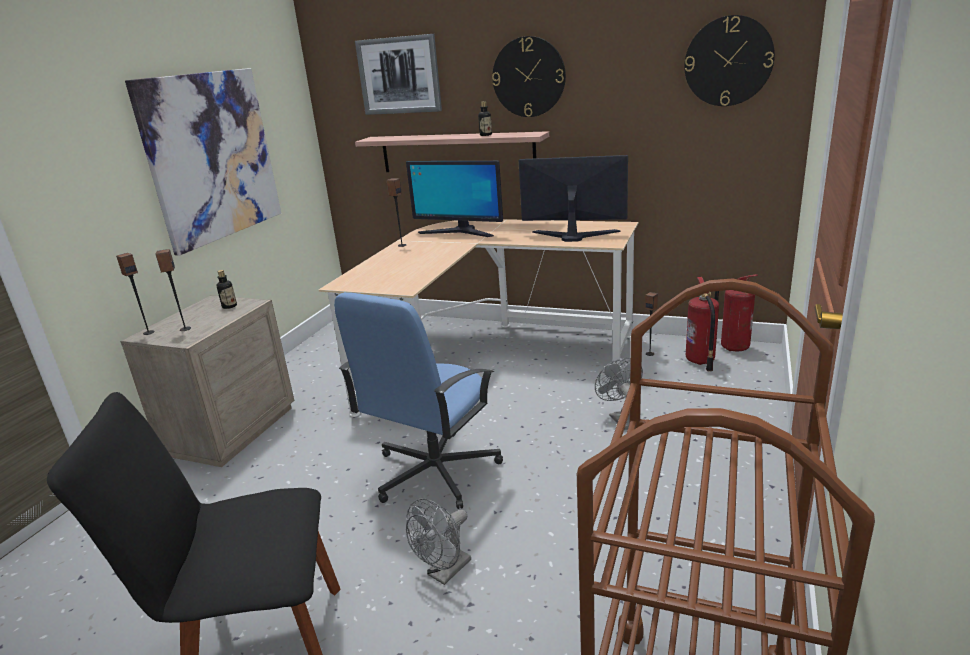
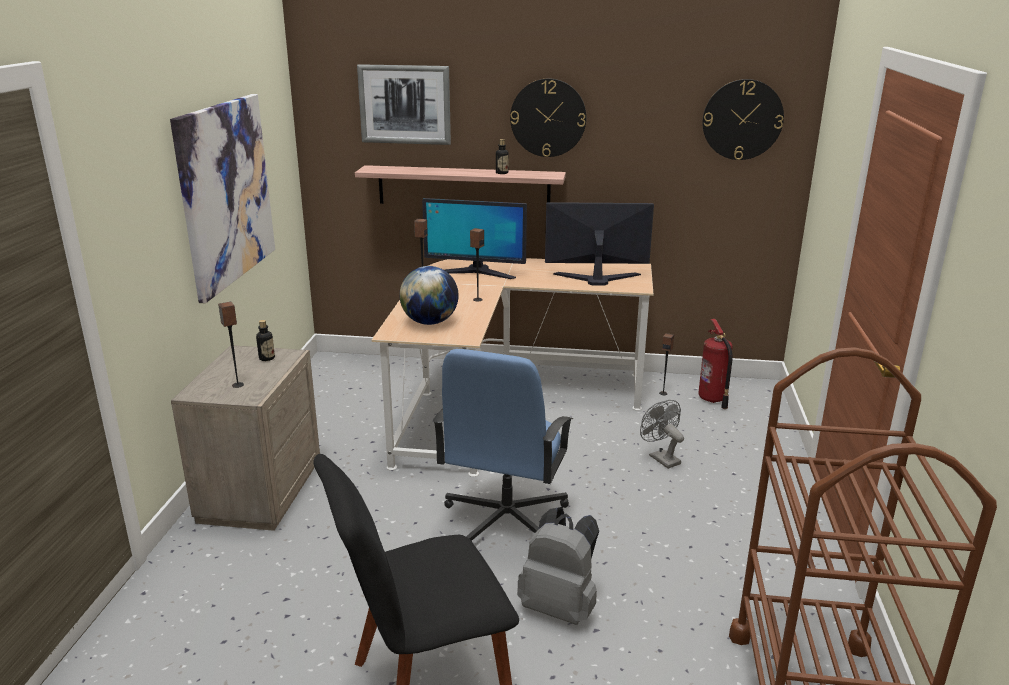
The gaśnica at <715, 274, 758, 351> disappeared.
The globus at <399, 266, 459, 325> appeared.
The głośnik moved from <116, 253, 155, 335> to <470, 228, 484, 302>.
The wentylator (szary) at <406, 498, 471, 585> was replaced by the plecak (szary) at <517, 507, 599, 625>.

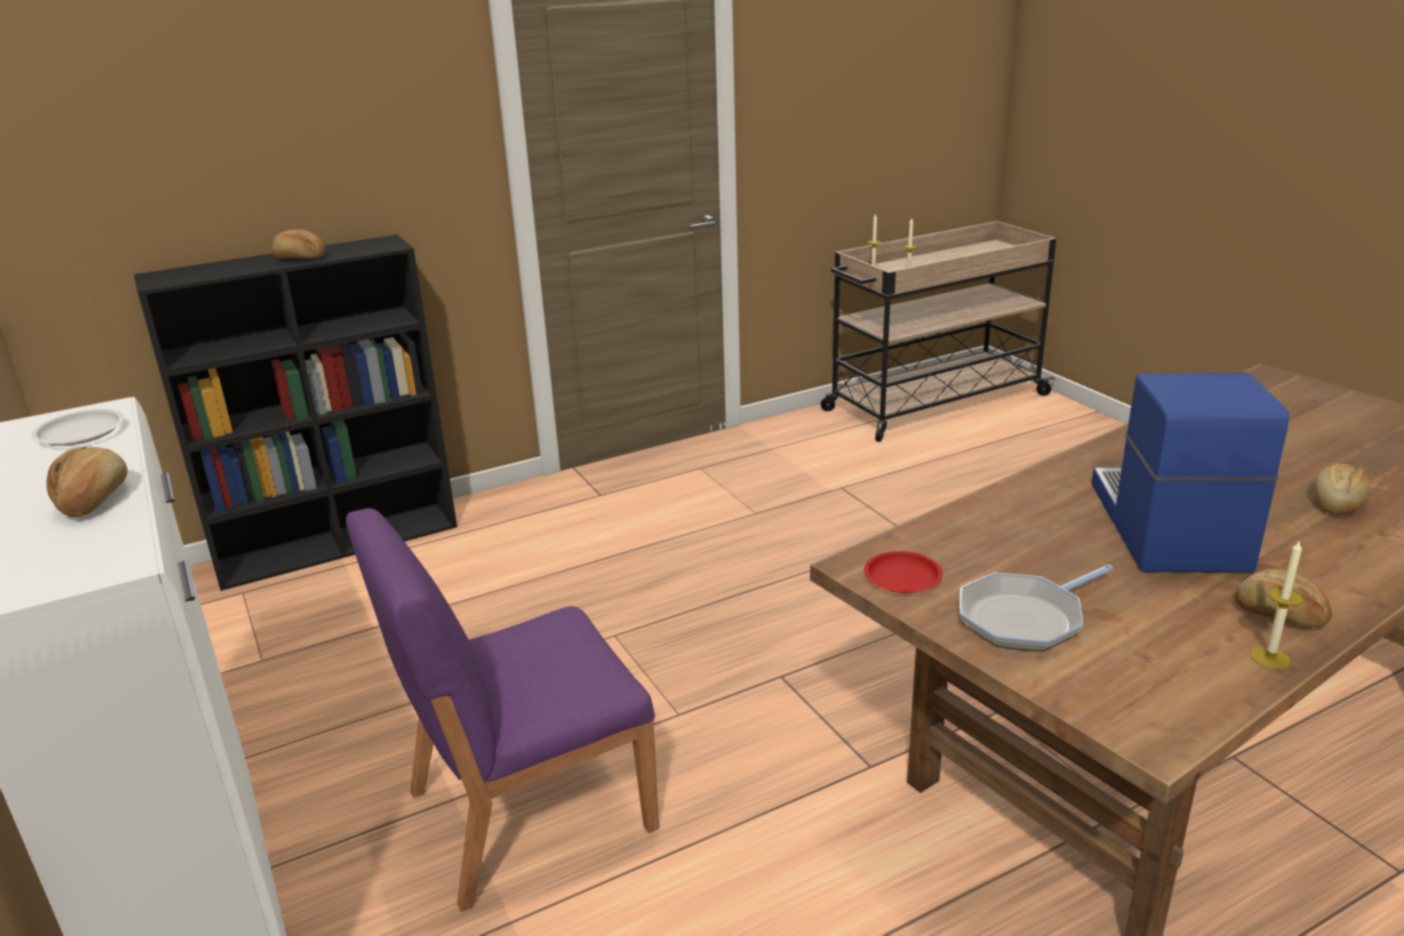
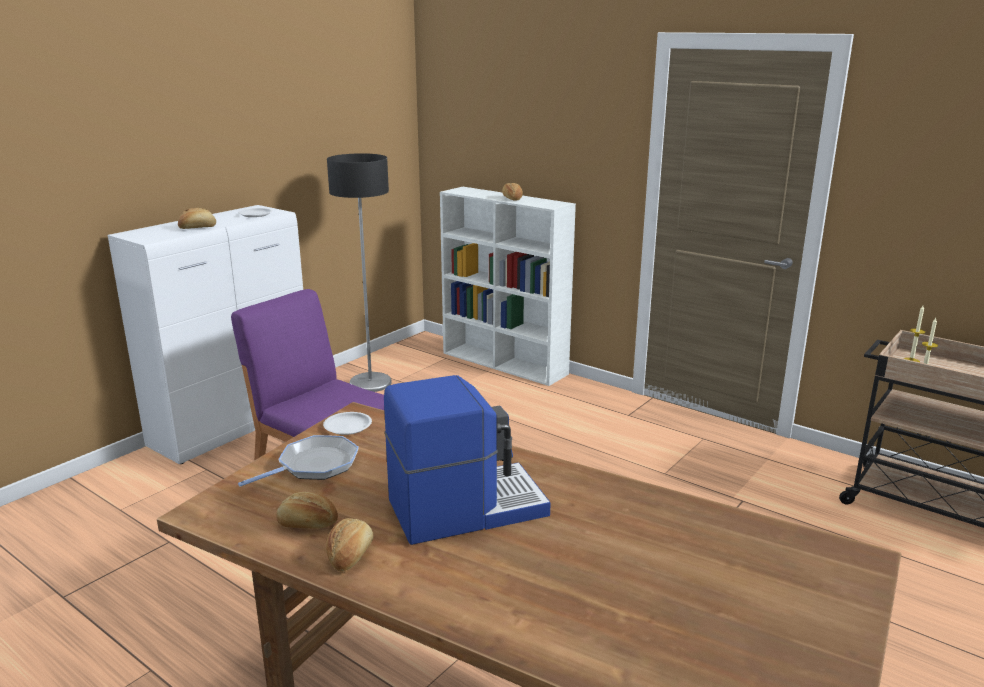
The świeca at <1250, 540, 1303, 669> disappeared.
The lampa stojąca at <327, 153, 392, 392> appeared.
The chleb moved from <1316, 463, 1371, 516> to <276, 492, 338, 528>.
The regał (czarny) at <134, 235, 457, 591> became the regał (biały) at <440, 187, 576, 386>.
The talerz (czerwony) at <864, 551, 943, 593> became the talerz (biały) at <323, 412, 372, 435>.
The patelnia at <959, 564, 1113, 652> turned 105 degrees clockwise.

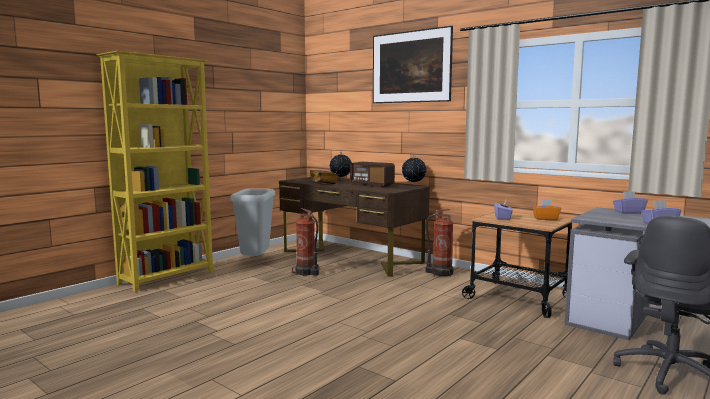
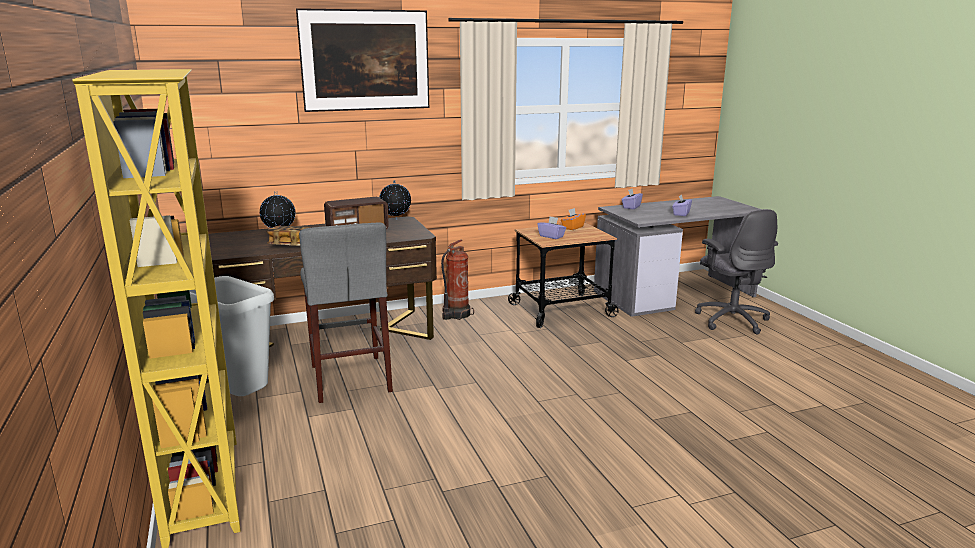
The gaśnica at <292, 208, 319, 276> was replaced by the stołek (szary) at <299, 222, 393, 403>.

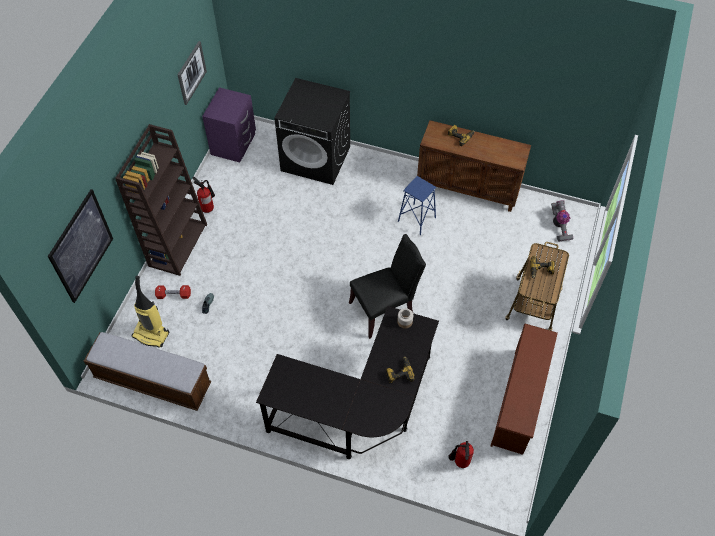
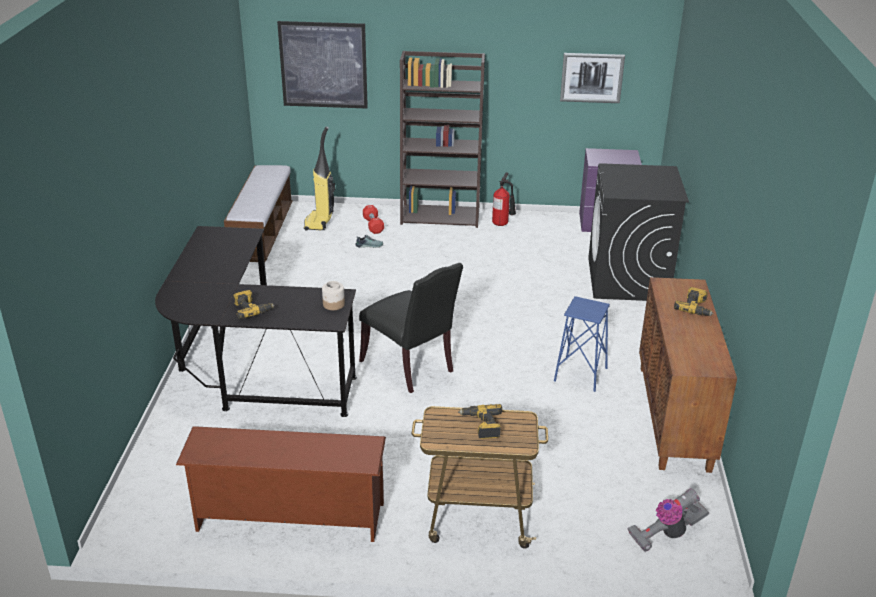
The gaśnica at <448, 441, 474, 468> disappeared.

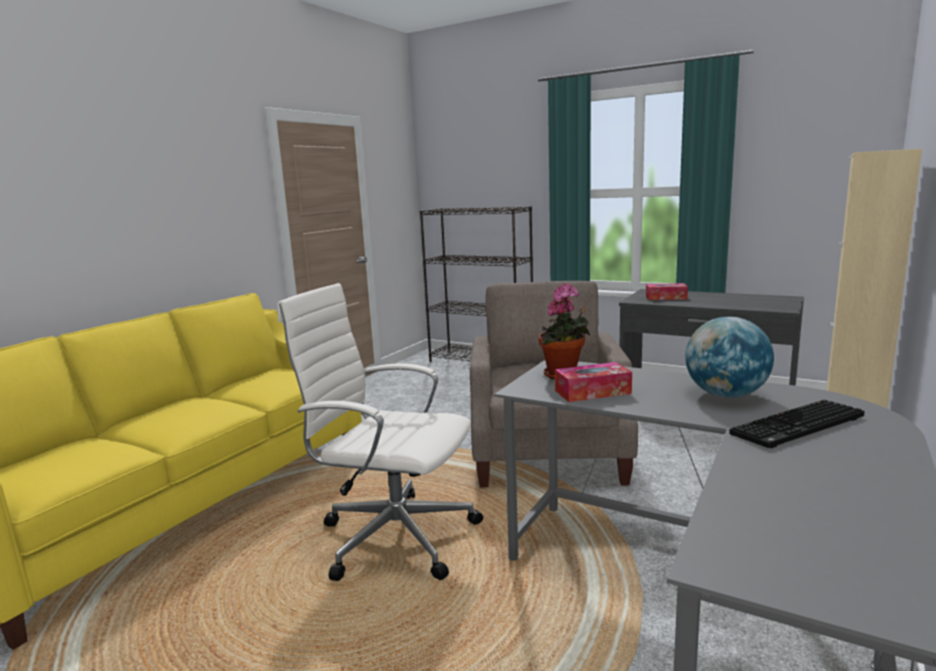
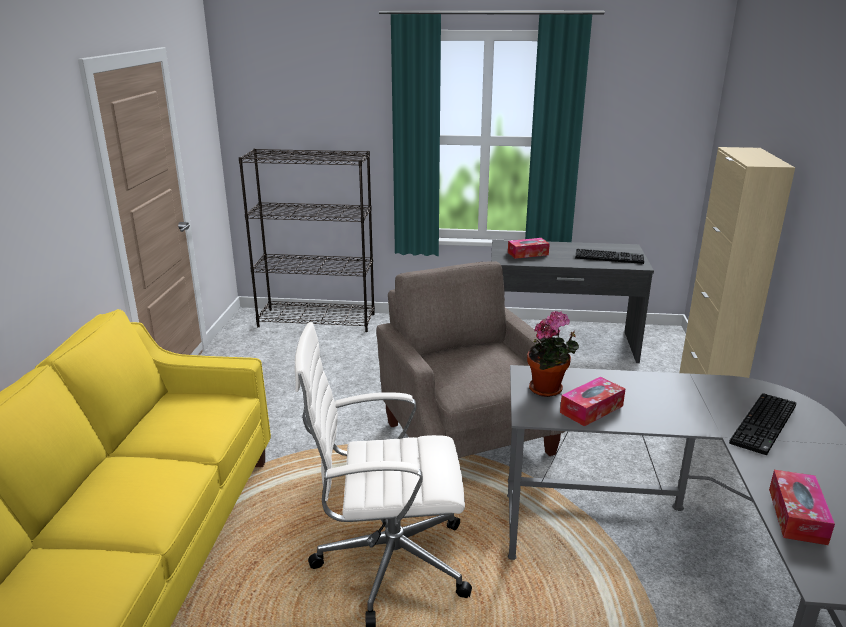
The globus at <685, 317, 774, 398> disappeared.
The klawiatura at <575, 249, 644, 264> appeared.
The pudełko chusteczek at <769, 470, 835, 545> appeared.

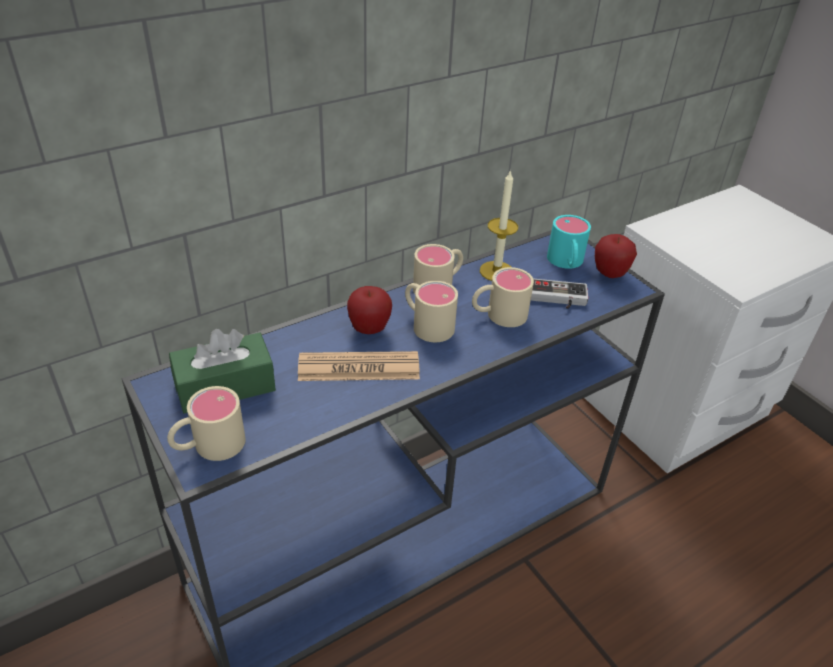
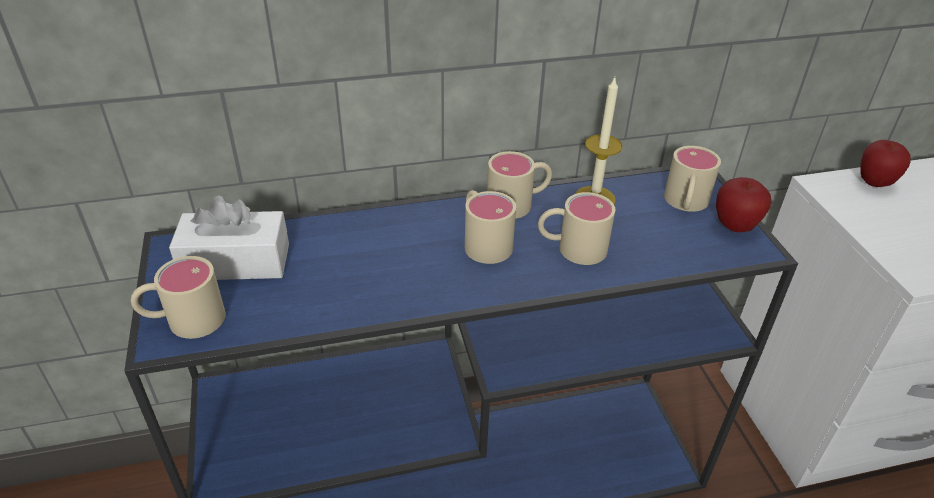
The gazeta at <298, 351, 420, 381> disappeared.
The pad do gier at <531, 278, 588, 309> disappeared.
The jabłko moved from <347, 286, 392, 334> to <861, 140, 911, 187>.
The pudełko chusteczek (zielony) at <169, 329, 276, 414> became the pudełko chusteczek (biały) at <169, 195, 289, 280>.
The kubek (turkusowy) at <547, 215, 591, 269> became the kubek (beżowy) at <664, 146, 721, 212>.

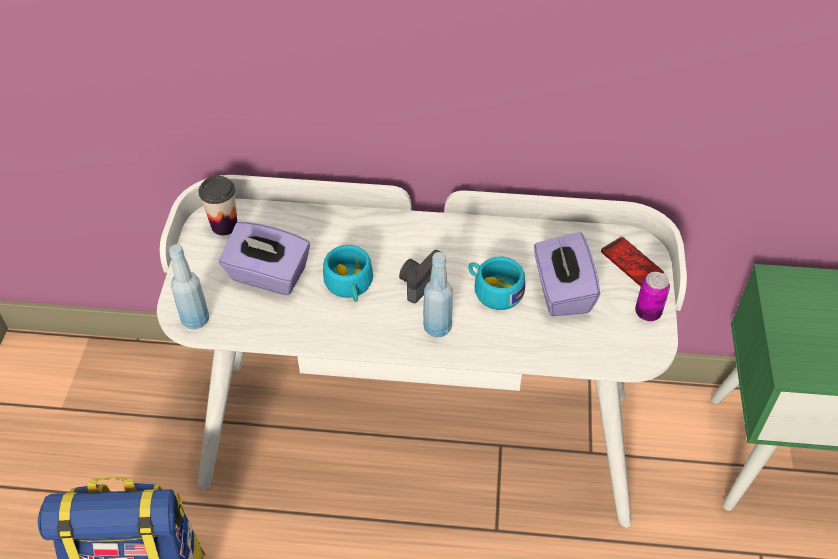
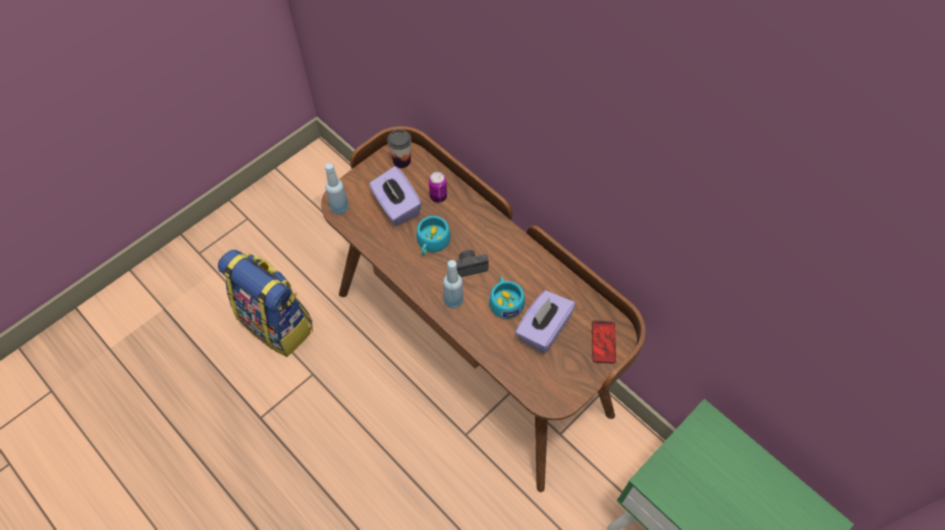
The puszka moved from <635, 272, 670, 321> to <429, 172, 447, 203>.
The biurko (biały) at <157, 175, 687, 528> became the biurko (brązowy) at <321, 126, 646, 492>.

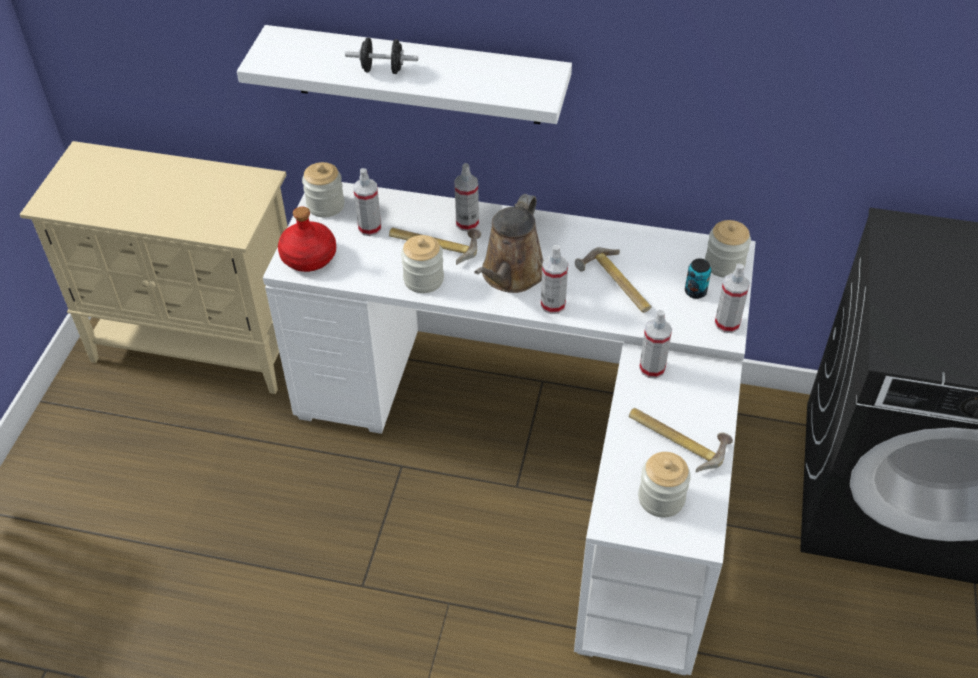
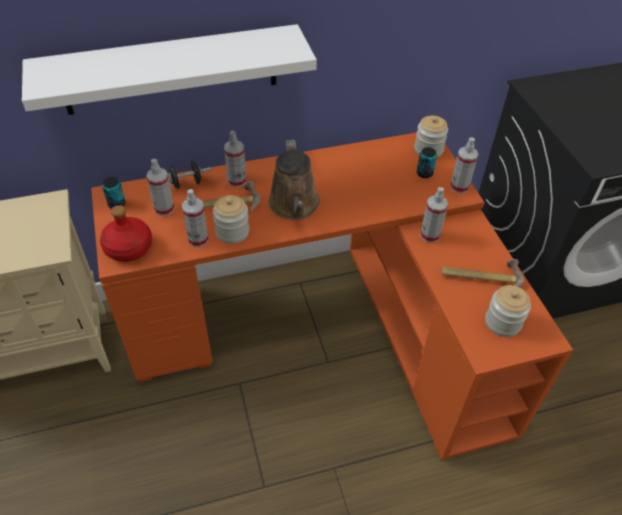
The młotek at <575, 247, 652, 313> disappeared.
The hantel (czarny) moved from <345, 38, 418, 74> to <168, 160, 212, 189>.
The spryskiwacz moved from <541, 245, 568, 314> to <182, 189, 209, 247>.
The słoik at <302, 162, 345, 218> was replaced by the puszka at <102, 177, 126, 209>.
The biurko (biały) at <263, 182, 756, 675> became the biurko (pomarańczowy) at <91, 133, 573, 460>.

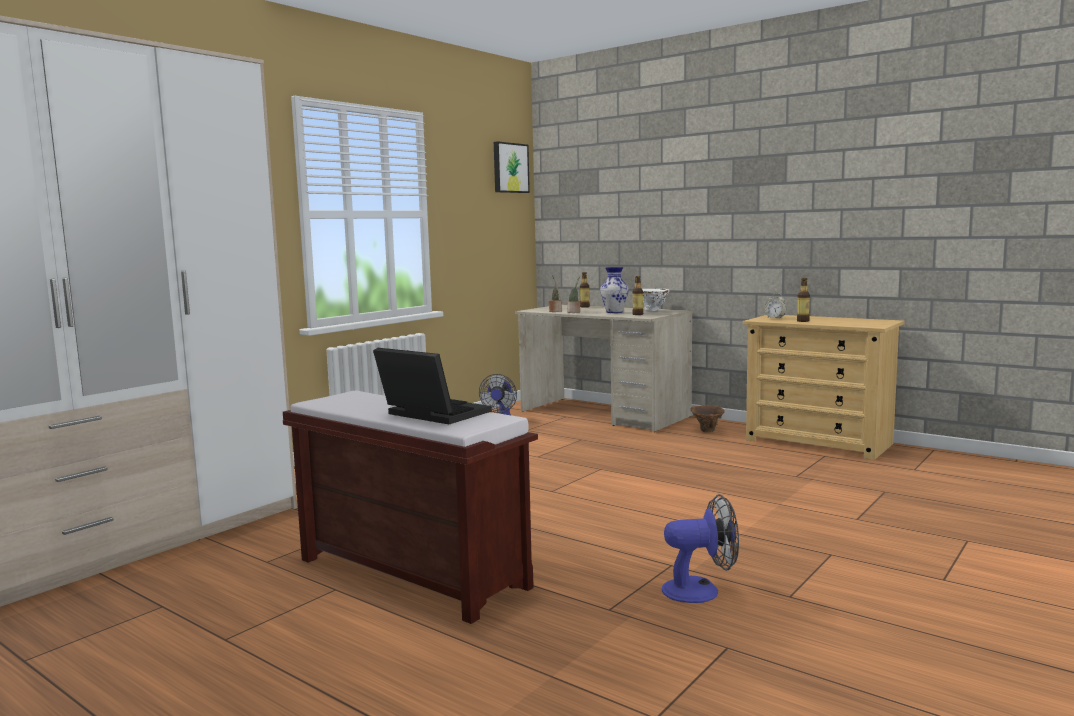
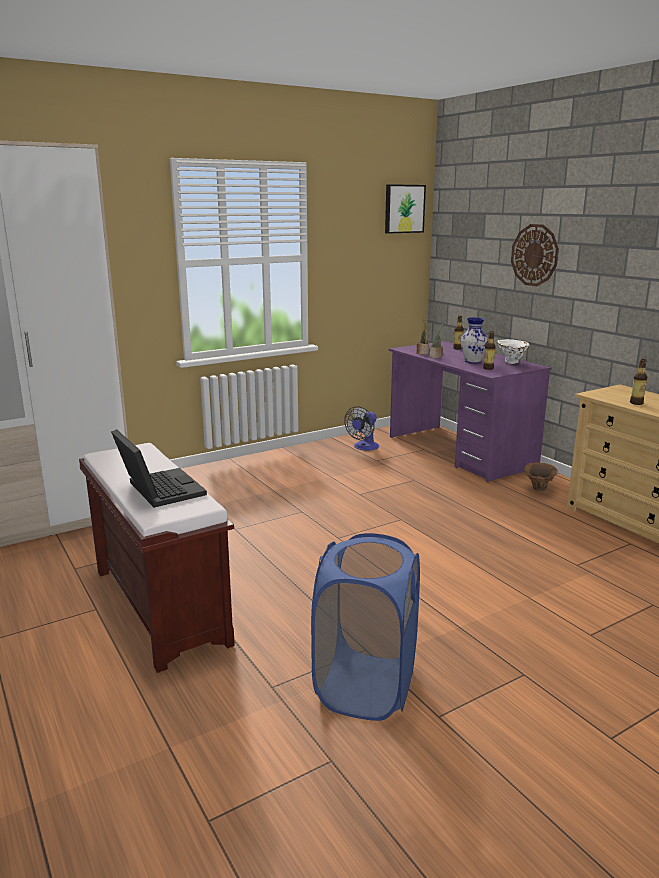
The budzik at <765, 293, 786, 319> disappeared.
The zegar ścienny at <511, 224, 559, 286> appeared.
The wentylator at <662, 494, 739, 603> was replaced by the kosz na pranie (niebieski) at <311, 533, 420, 721>.
The biurko (beżowy) at <515, 304, 693, 432> became the biurko (fioletowy) at <389, 341, 552, 482>.

